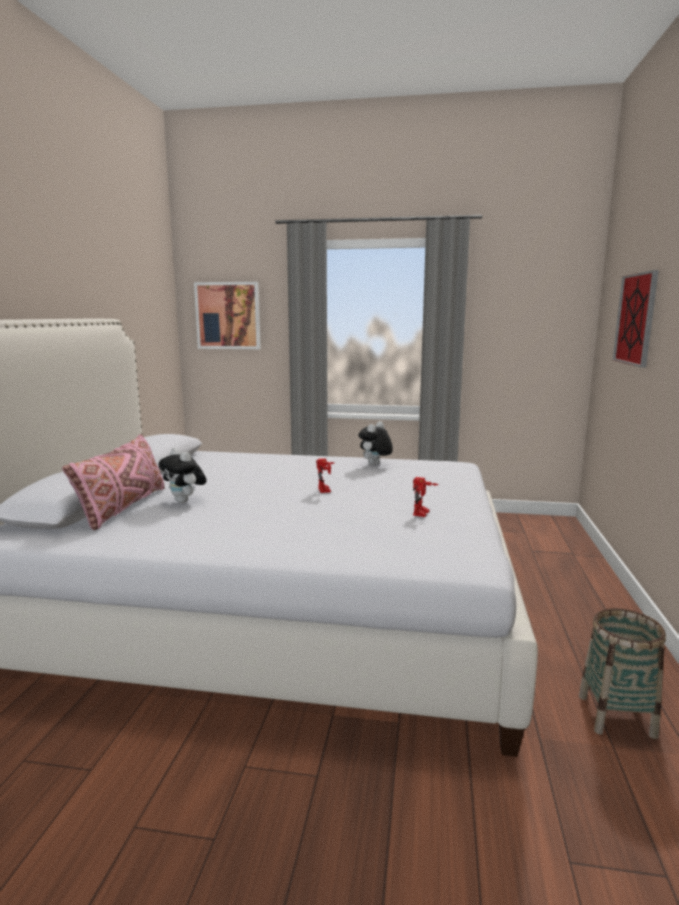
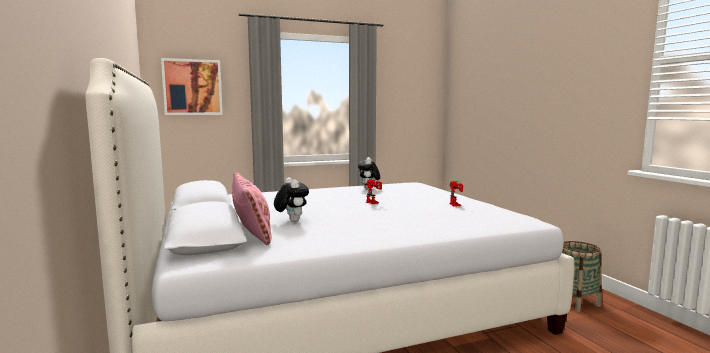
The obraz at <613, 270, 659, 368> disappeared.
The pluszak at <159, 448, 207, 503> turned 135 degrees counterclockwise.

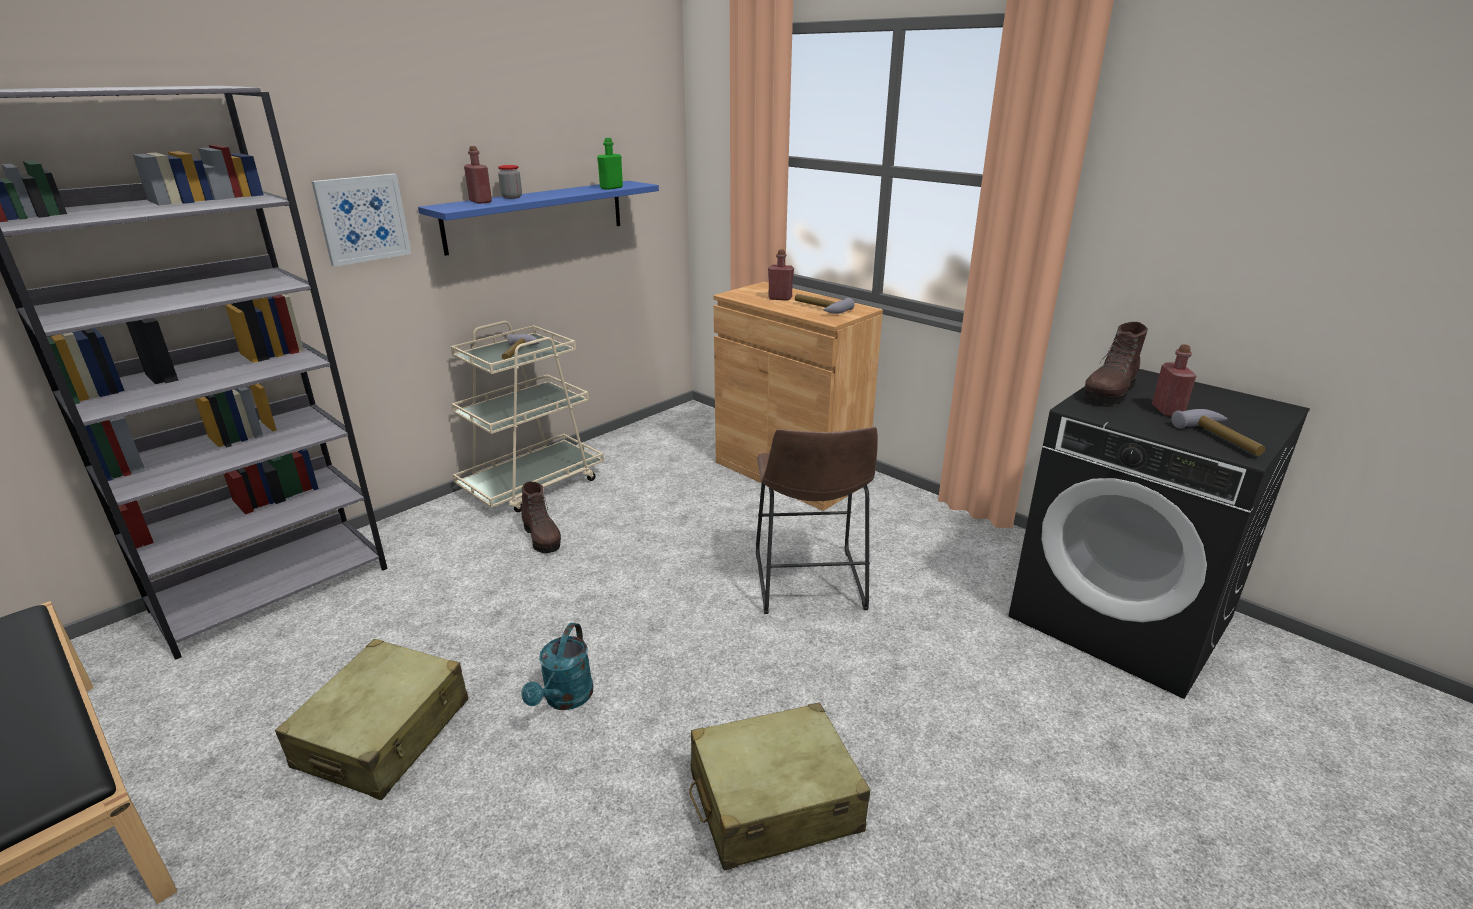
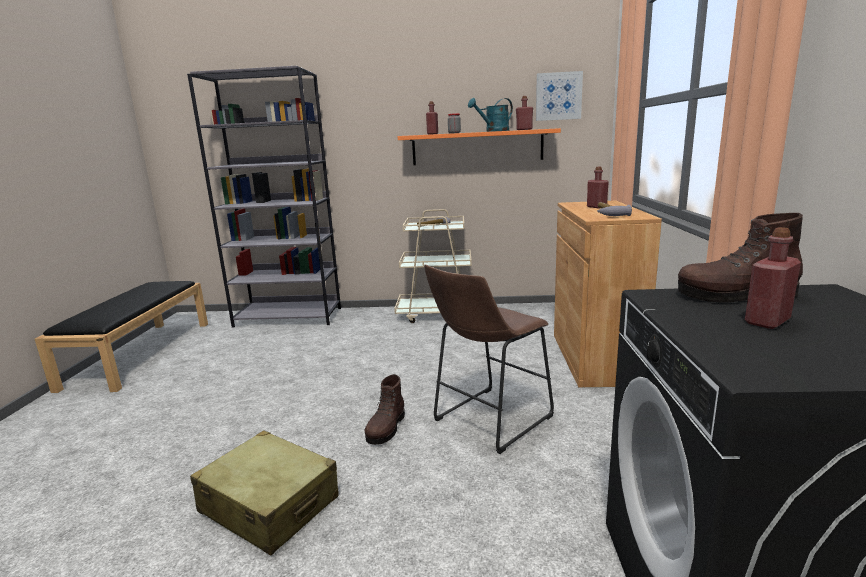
The walizka (beżowy) at <275, 639, 468, 800> disappeared.
The młotek at <1171, 409, 1265, 456> disappeared.
The obraz moved from <311, 174, 412, 267> to <536, 71, 583, 121>.
The but z cholewką (brązowy) moved from <521, 481, 561, 553> to <364, 374, 405, 445>.
The konewka (turkusowy) moved from <521, 623, 593, 710> to <468, 98, 513, 132>.
The półka (niebieski) at <418, 181, 659, 256> became the półka (pomarańczowy) at <398, 128, 561, 165>.
The butelka (zielony) at <597, 138, 623, 190> became the butelka (czerwony) at <516, 96, 533, 130>.

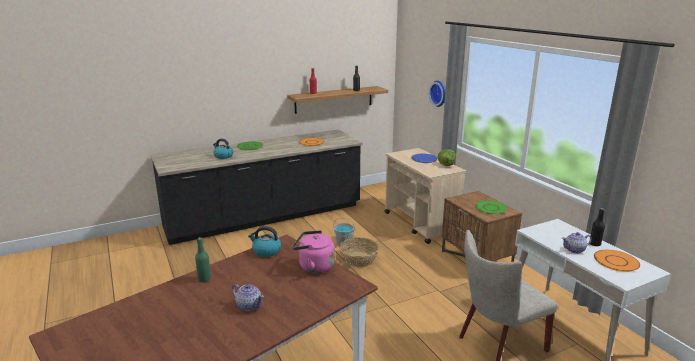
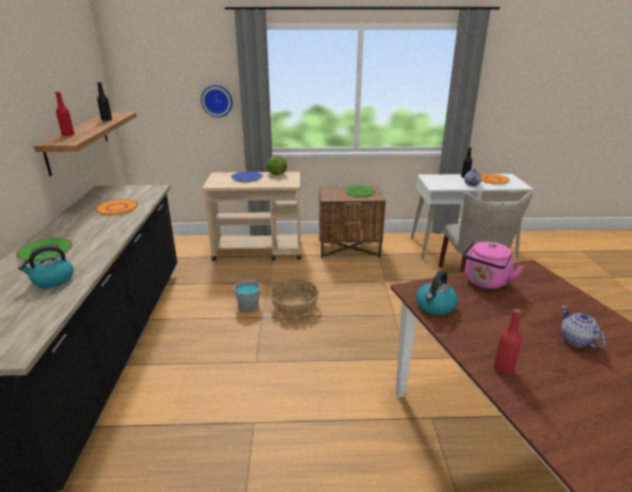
The butelka (zielony) at <195, 237, 211, 282> became the butelka (czerwony) at <494, 309, 522, 375>.
The imbryk at <232, 284, 264, 311> turned 75 degrees counterclockwise.

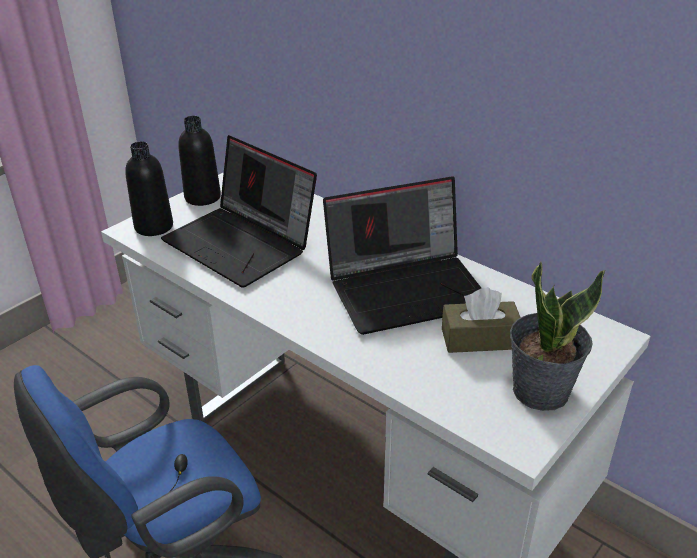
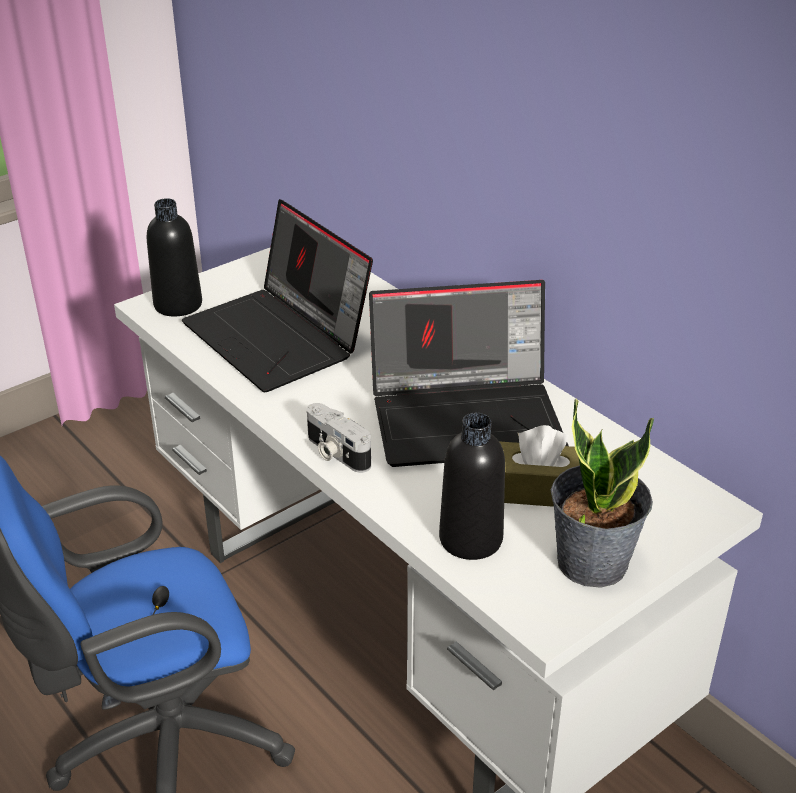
The aparat fotograficzny at <307, 403, 371, 473> appeared.
The butelka (czarny) moved from <178, 116, 221, 206> to <439, 413, 505, 560>.

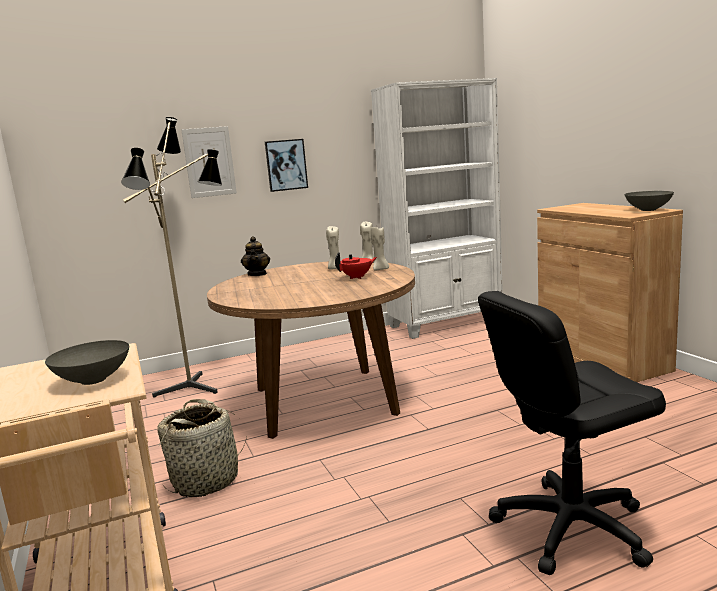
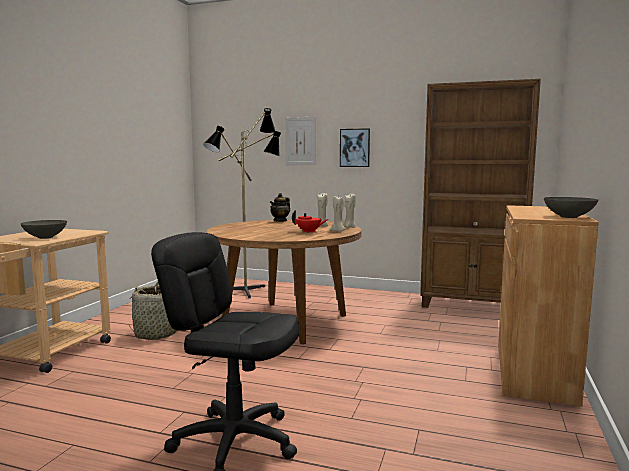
The regał (biały) at <371, 78, 503, 339> became the regał (brązowy) at <420, 79, 541, 308>.

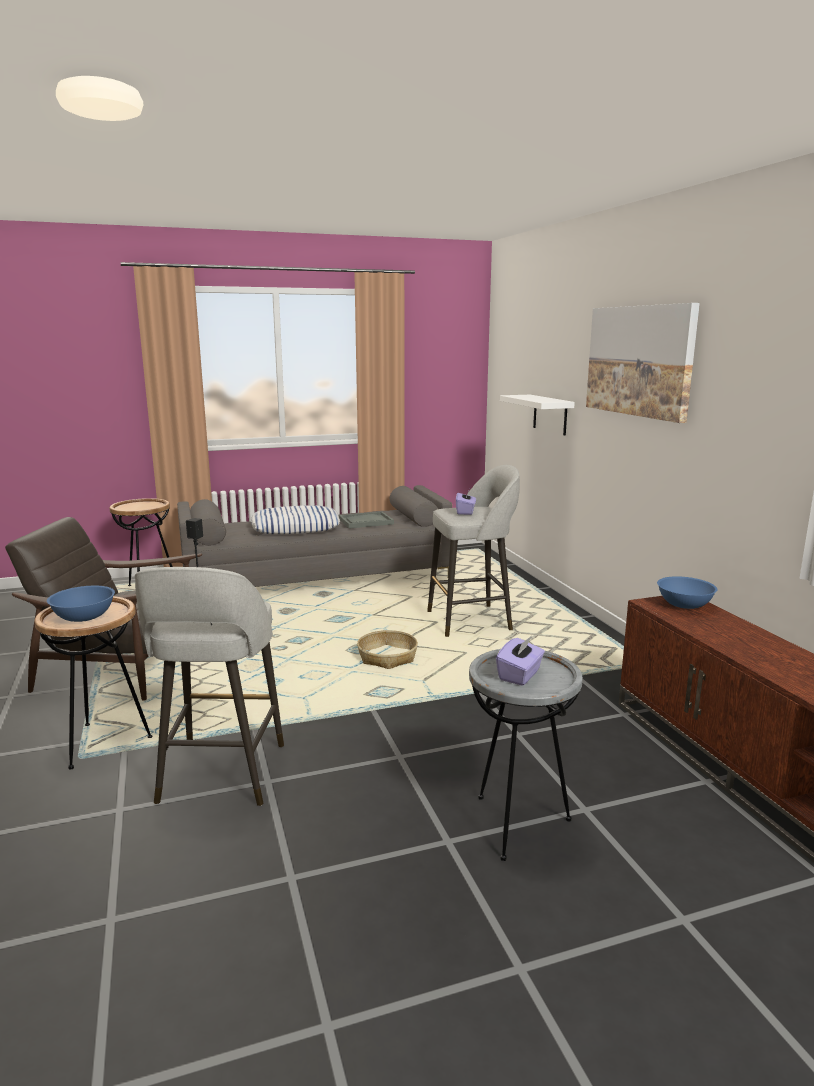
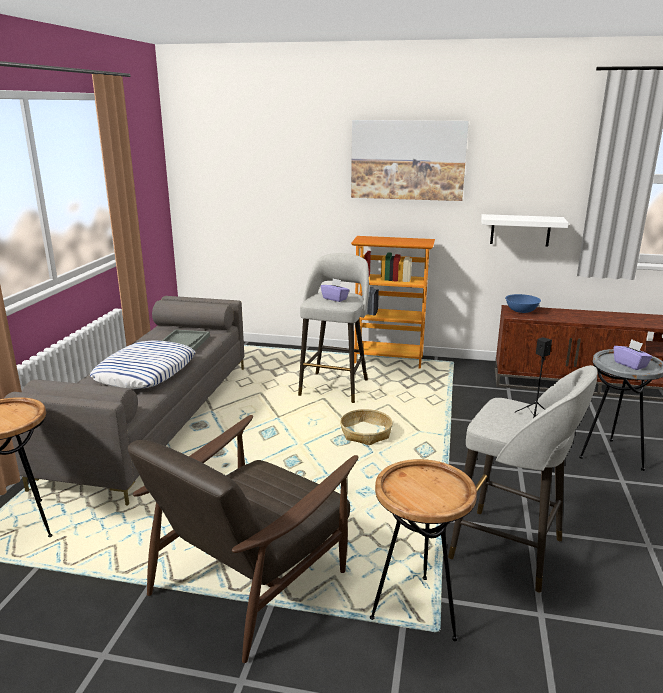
The miska (niebieski) at <47, 586, 115, 622> disappeared.
The regał at <351, 236, 435, 369> appeared.
The półka (biały) moved from <500, 395, 575, 436> to <481, 214, 568, 246>.

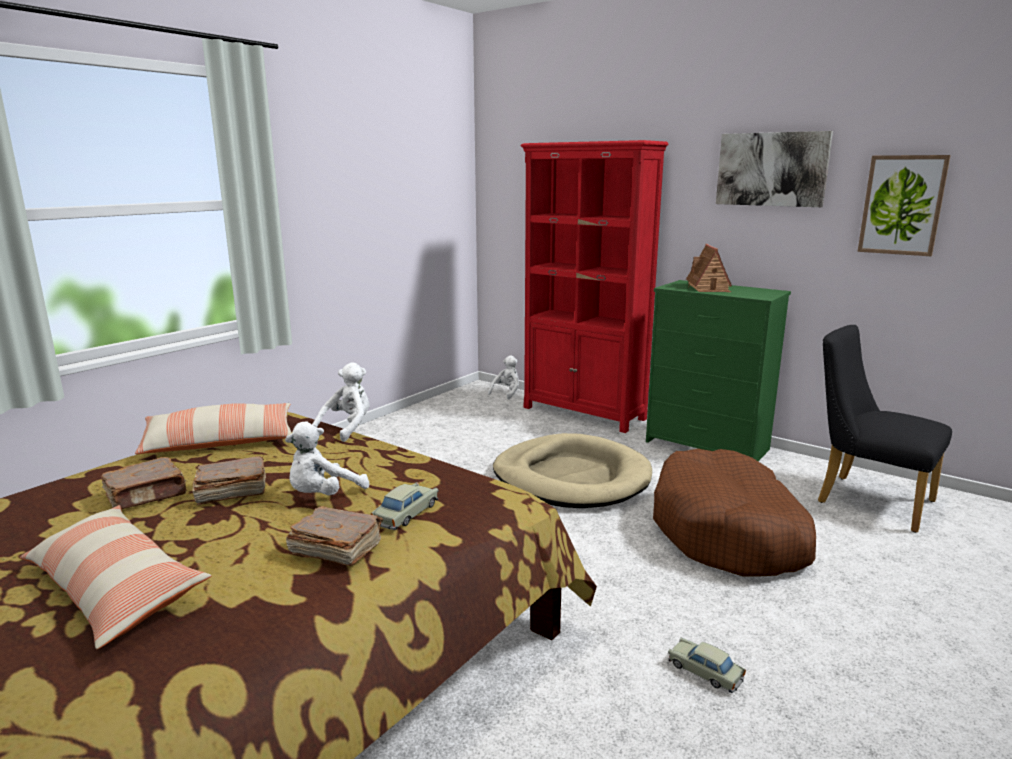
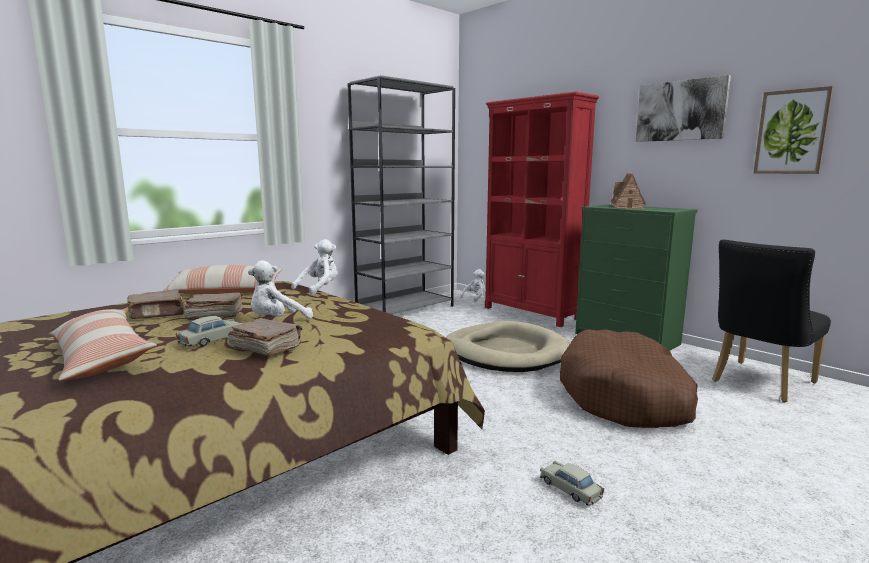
The regał (szary) at <347, 75, 455, 314> appeared.
The samochodzik (beżowy) moved from <371, 482, 439, 530> to <176, 316, 244, 347>.
The krzesło (czarny) at <818, 325, 952, 533> turned 90 degrees counterclockwise.

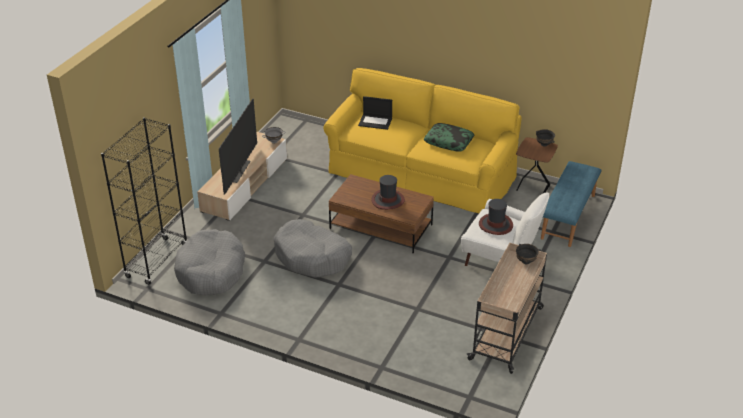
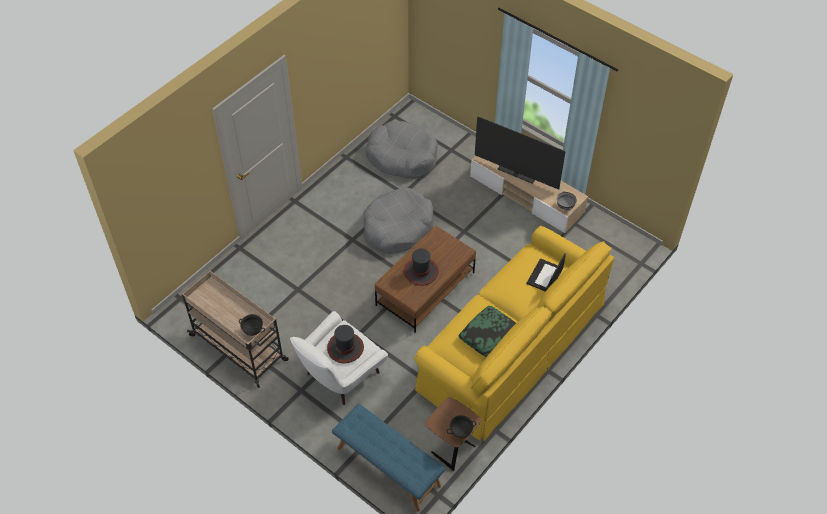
The regał (czarny) at <101, 117, 187, 285> disappeared.

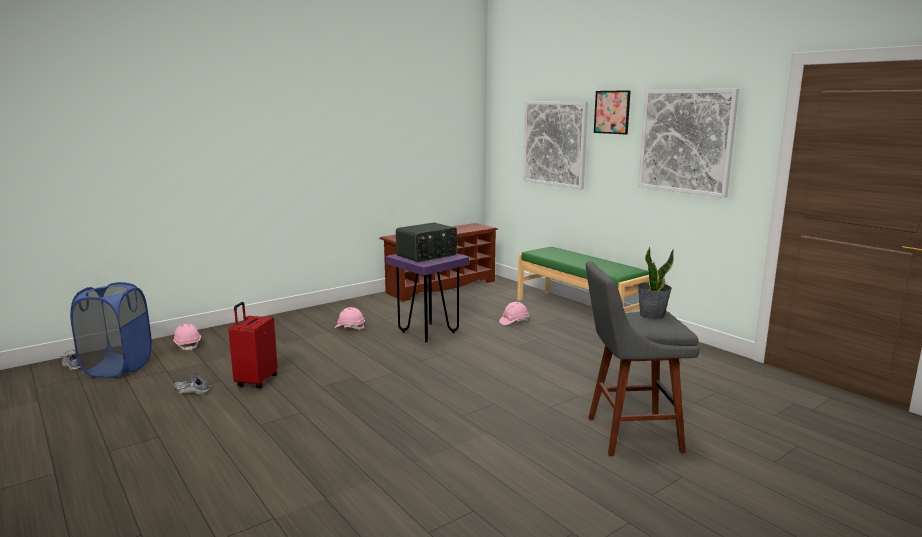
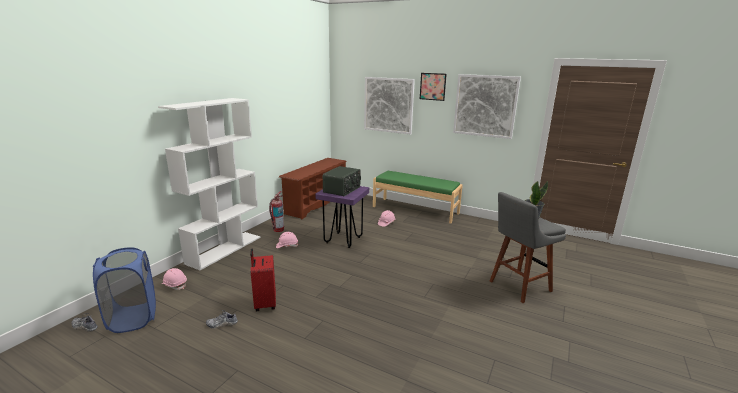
The regał (biały) at <158, 98, 261, 270> appeared.
The gaśnica at <269, 191, 284, 232> appeared.

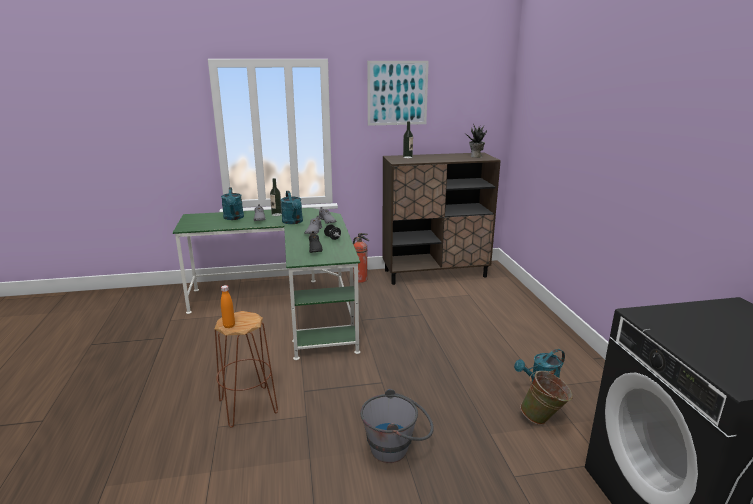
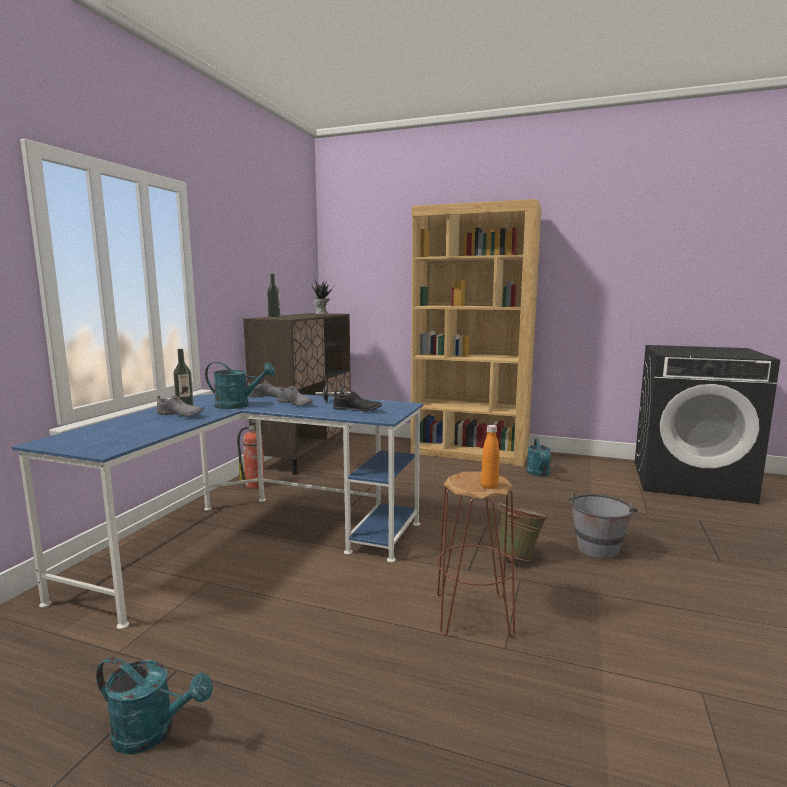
The obraz at <367, 61, 429, 126> disappeared.
The regał (brązowy) at <411, 199, 541, 467> appeared.
The konewka (turkusowy) moved from <221, 187, 244, 220> to <96, 657, 213, 754>.
The wiadro (zielony) moved from <520, 371, 573, 425> to <497, 500, 548, 561>.
The biurko (zielony) at <173, 208, 360, 360> became the biurko (niebieski) at <12, 394, 424, 629>.

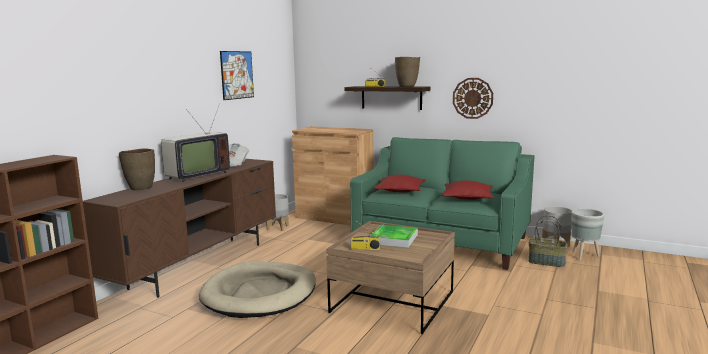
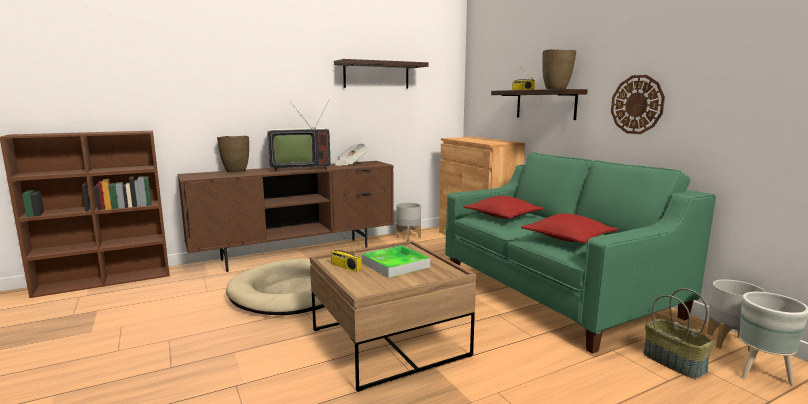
The obraz at <220, 51, 254, 100> was replaced by the półka at <334, 59, 429, 89>.

